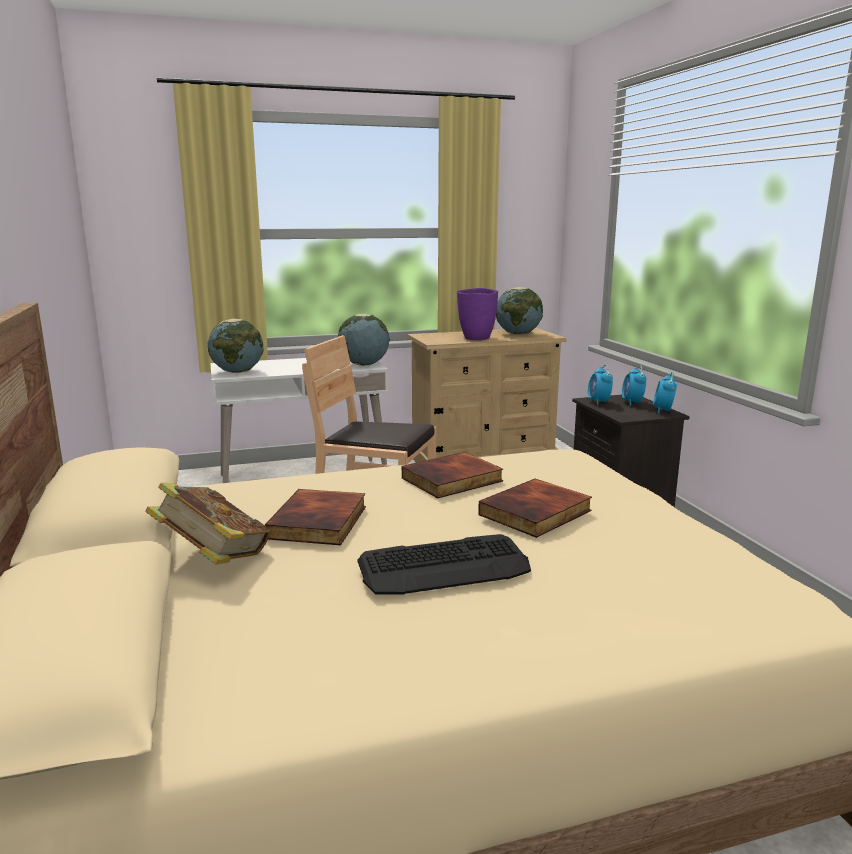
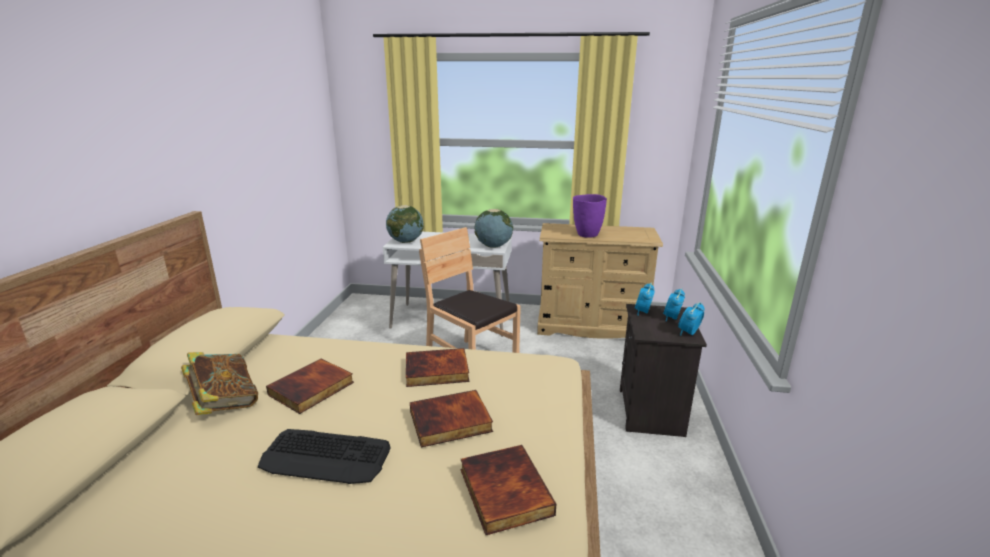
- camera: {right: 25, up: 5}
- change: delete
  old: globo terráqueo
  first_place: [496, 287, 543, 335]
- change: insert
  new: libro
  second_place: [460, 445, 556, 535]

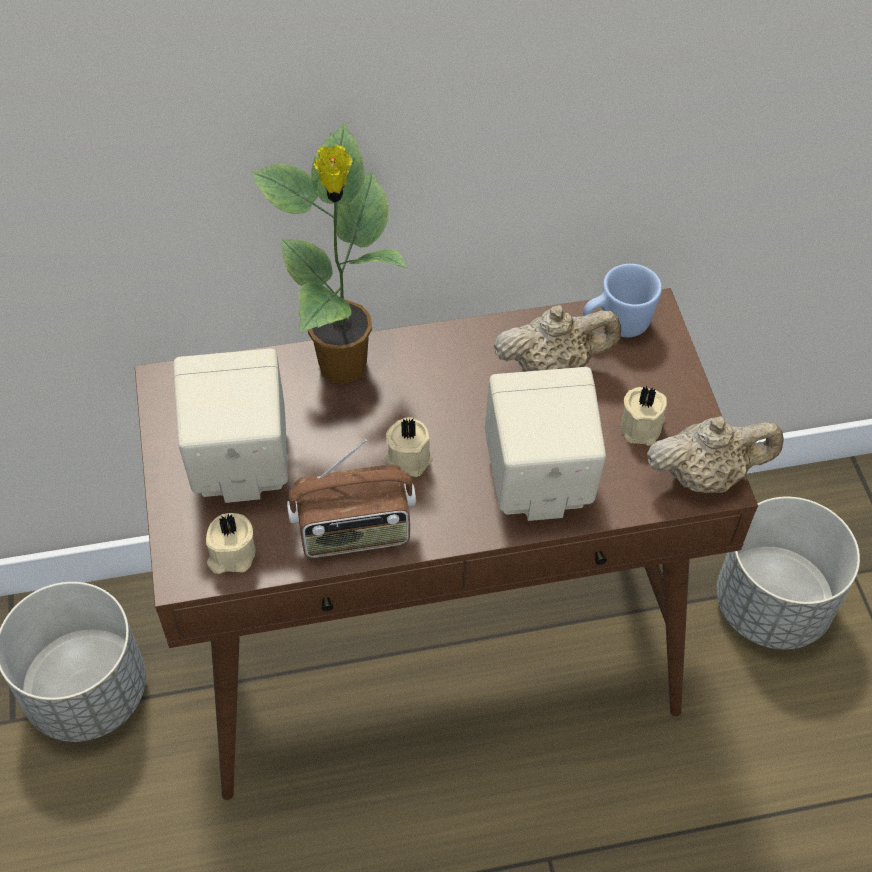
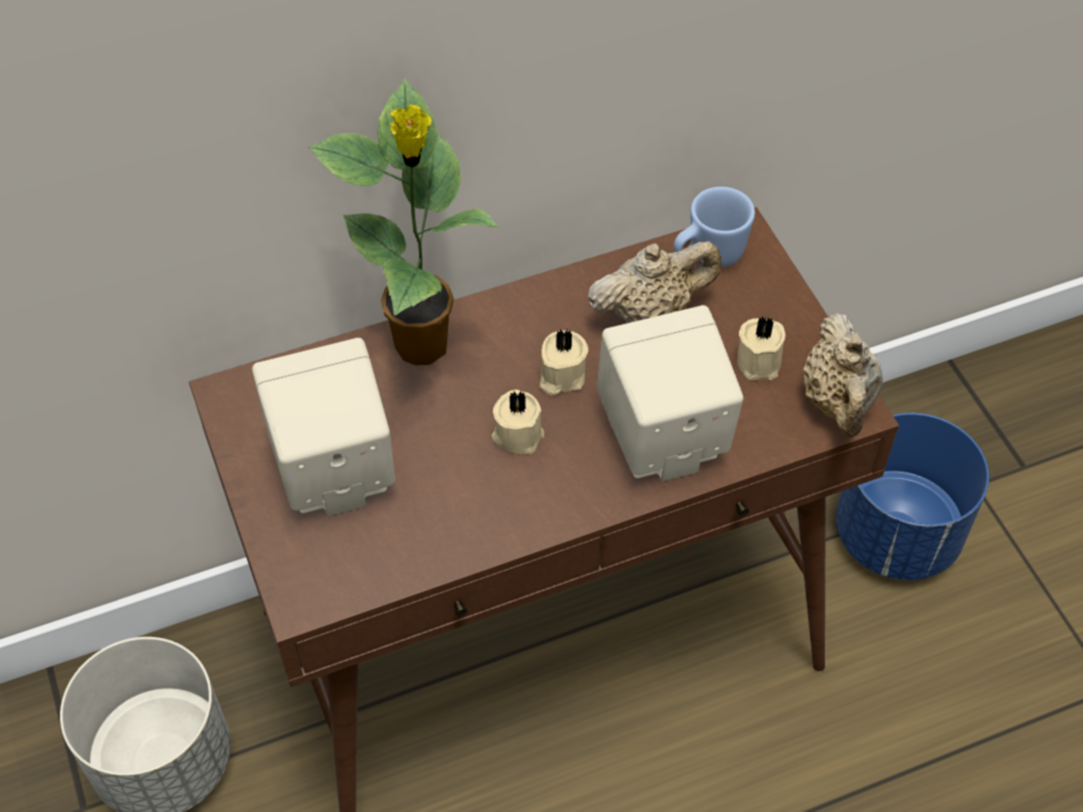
- camera: {right: -10, up: 0}
- change: delete
  old: radio
  first_place: [287, 439, 416, 558]
- change: move
  old: vela [beis]
  first_place: [206, 513, 255, 574]
  second_place: [540, 329, 588, 396]
- change: recolor
  old: maceta [gris]
  new: maceta [azul]
  first_place: [716, 497, 860, 650]
  second_place: [836, 413, 989, 580]
- change: rotate
  old: tetera [beis]
  first_place: [647, 416, 784, 493]
  second_place: [803, 313, 884, 438]
  degrees: 105

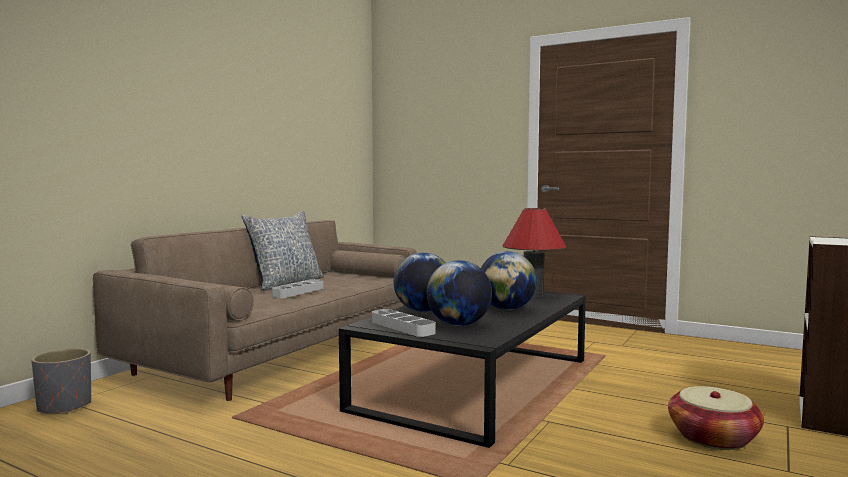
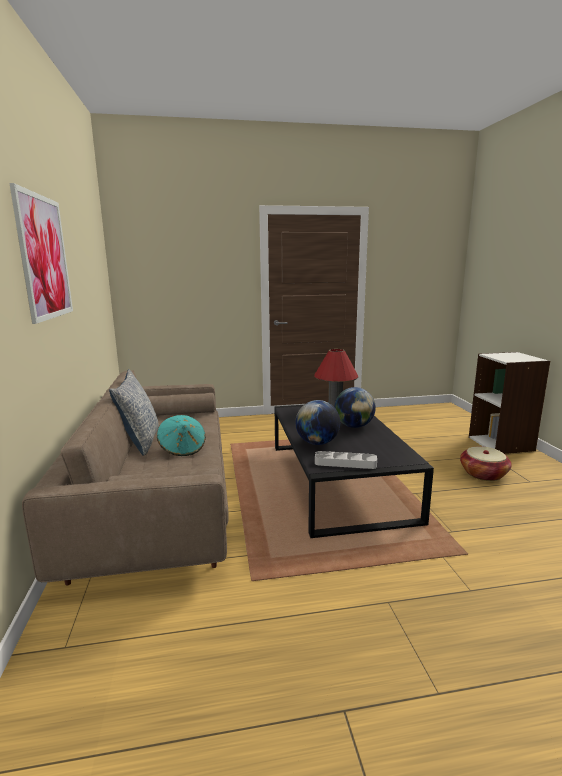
- camera: {right: -40, up: 10}
- change: delete
  old: maceta [gris]
  first_place: [31, 348, 91, 414]
- change: delete
  old: globo terráqueo
  first_place: [426, 260, 492, 326]
- change: insert
  new: cuadro
  second_place: [9, 183, 73, 324]
- change: replace
  old: bandeja [gris]
  new: sombrero [turquesa]
  first_place: [272, 279, 324, 298]
  second_place: [157, 415, 206, 456]

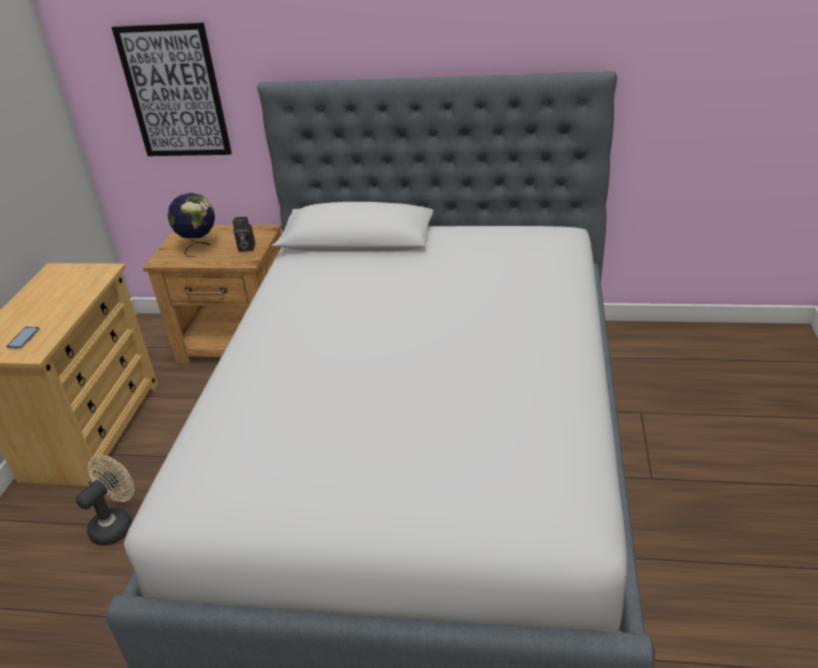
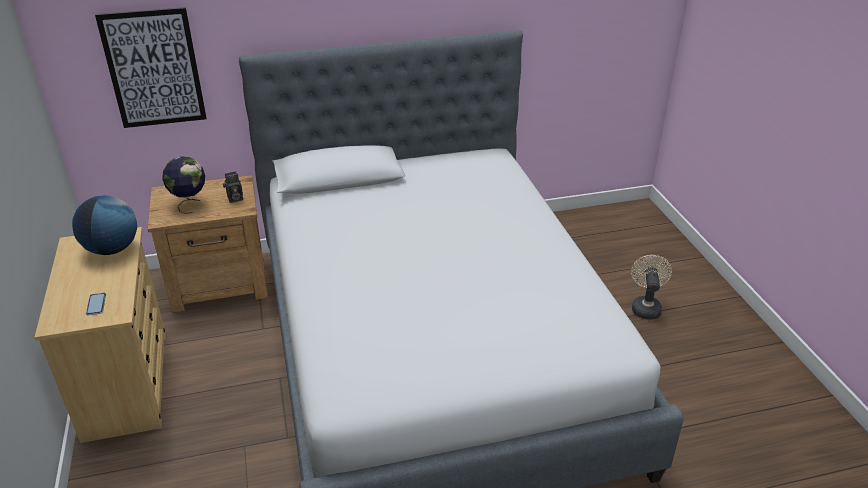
- camera: {right: -25, up: 0}
- change: insert
  new: globo terráqueo
  second_place: [72, 195, 137, 255]
- change: move
  old: ventilador [beis]
  first_place: [76, 455, 135, 546]
  second_place: [631, 255, 672, 319]

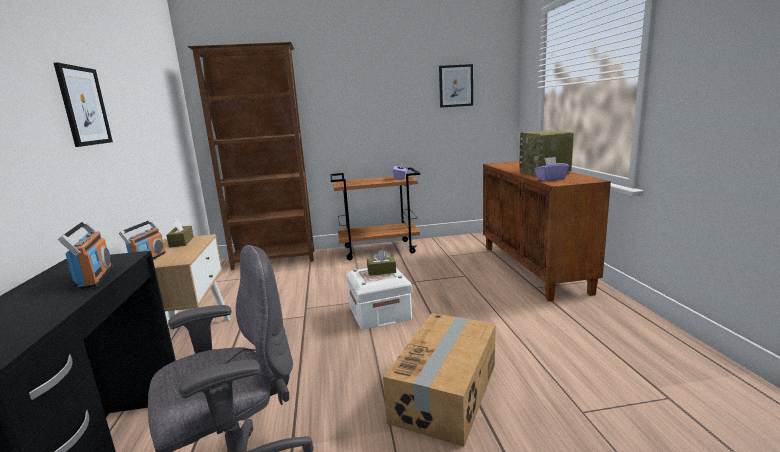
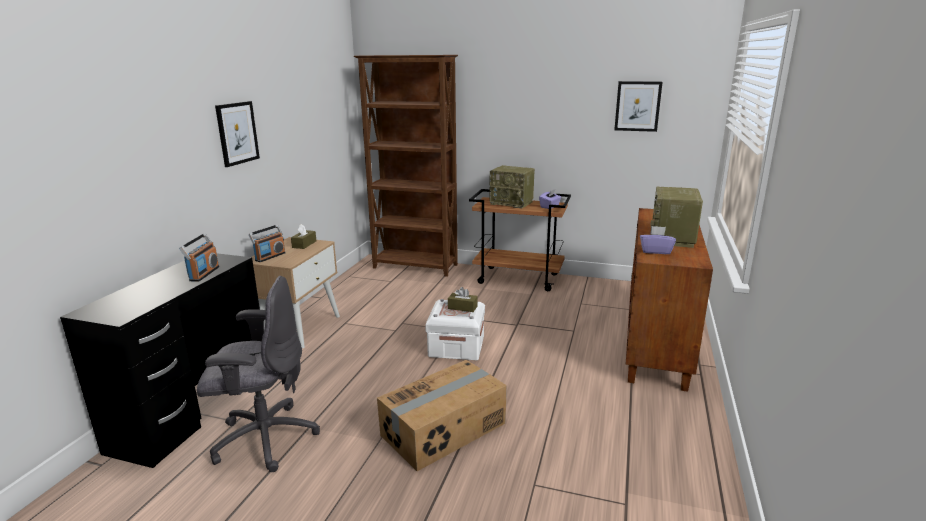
- camera: {right: 25, up: 5}
- change: insert
  new: radio
  second_place: [489, 165, 535, 209]

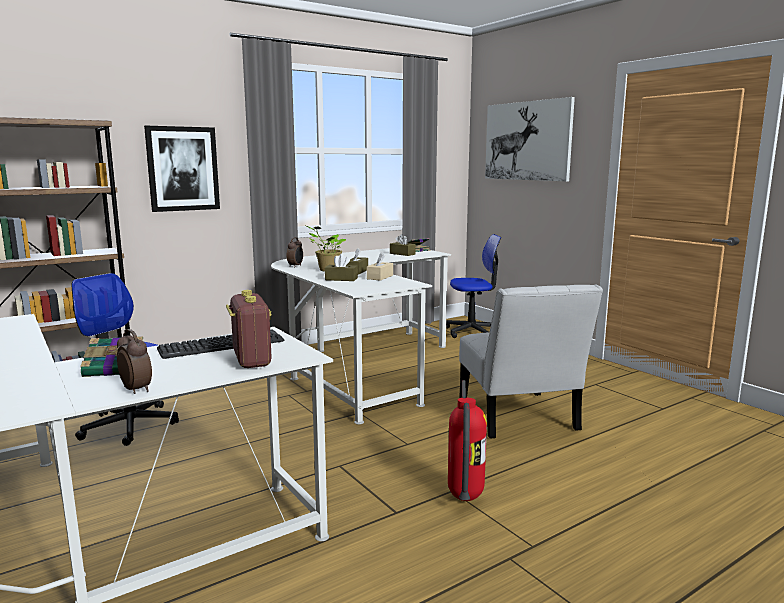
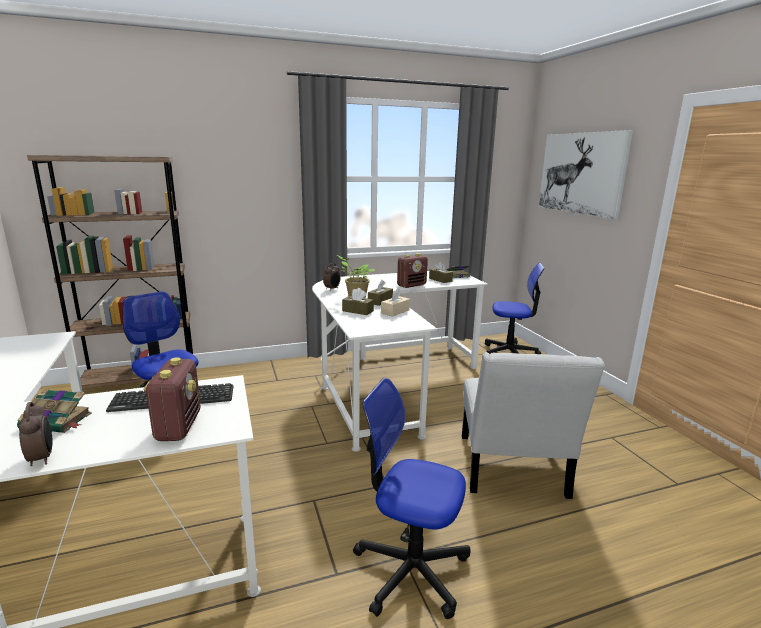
- camera: {right: 15, up: 5}
- change: delete
  old: cuadro
  first_place: [144, 126, 220, 212]
- change: insert
  new: radio
  second_place: [397, 253, 428, 288]
- change: replace
  old: extintor
  new: silla de oficina
  first_place: [448, 380, 487, 501]
  second_place: [353, 378, 471, 619]

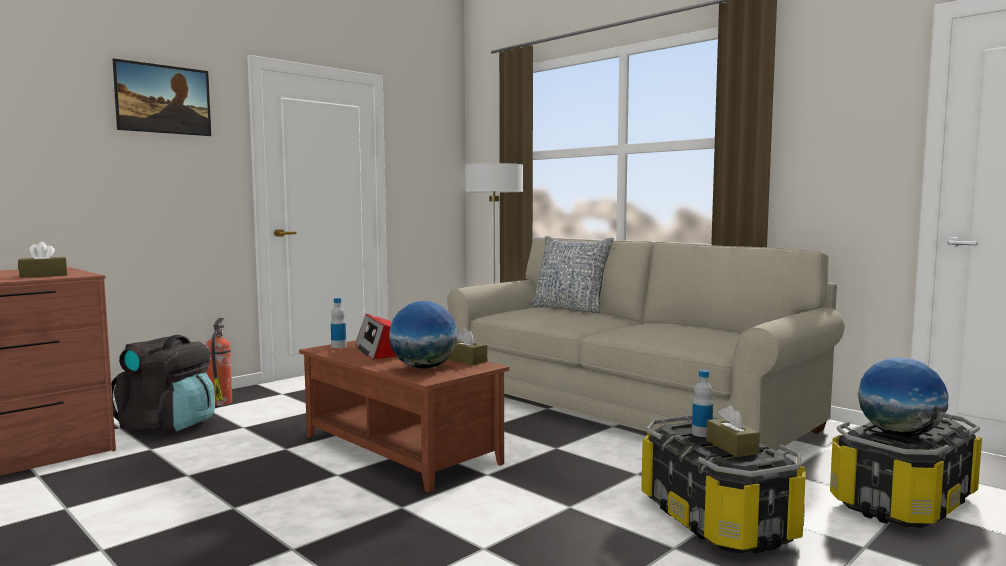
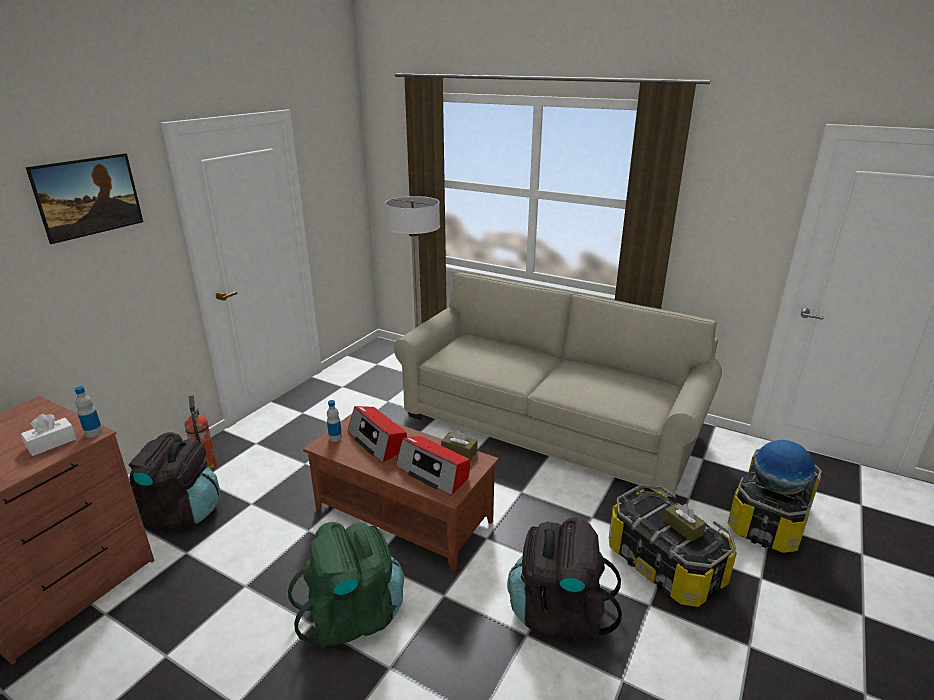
- camera: {right: -15, up: 20}
- change: delete
  old: cojín
  first_place: [530, 236, 614, 313]
- change: insert
  new: mochila [verde]
  second_place: [288, 522, 404, 648]
- change: insert
  new: mochila [negro]
  second_place: [507, 518, 622, 641]
- change: move
  old: botella
  first_place: [692, 370, 713, 437]
  second_place: [75, 386, 103, 438]
- change: replace
  old: globo terráqueo
  new: radio
  first_place: [390, 301, 457, 369]
  second_place: [396, 436, 470, 496]
- change: recolor
  old: caja de pañuelos [marrón]
  new: caja de pañuelos [blanco]
  first_place: [18, 242, 67, 278]
  second_place: [21, 414, 77, 456]

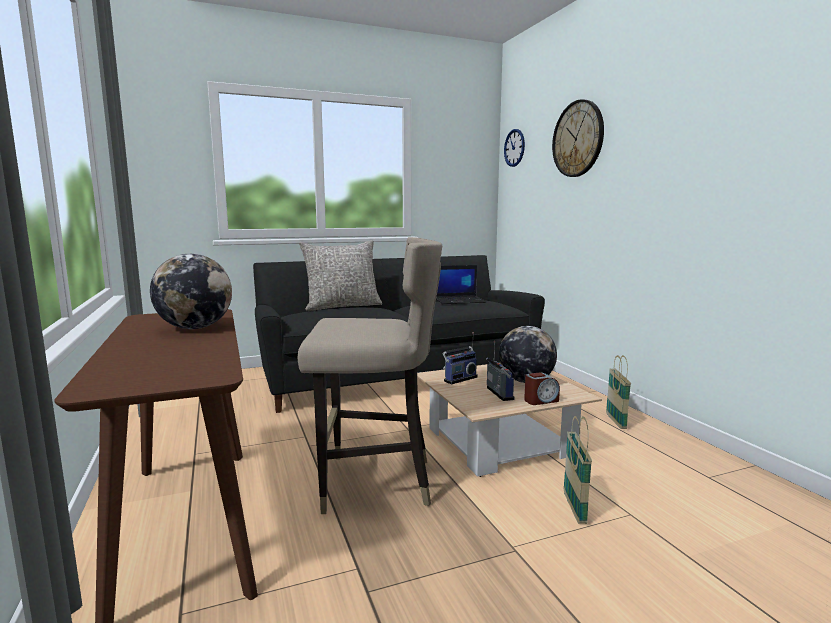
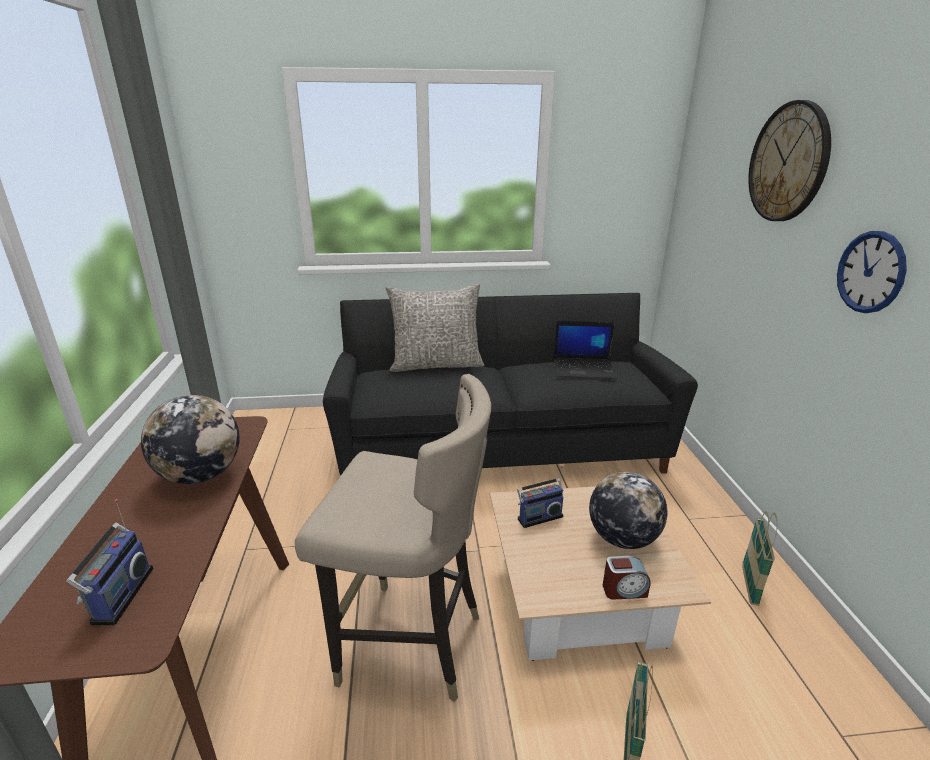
- camera: {right: 15, up: 15}
- change: move
  old: radio
  first_place: [486, 341, 515, 401]
  second_place: [66, 499, 153, 625]
- change: move
  old: reloj de pared
  first_place: [504, 129, 525, 167]
  second_place: [837, 231, 907, 313]

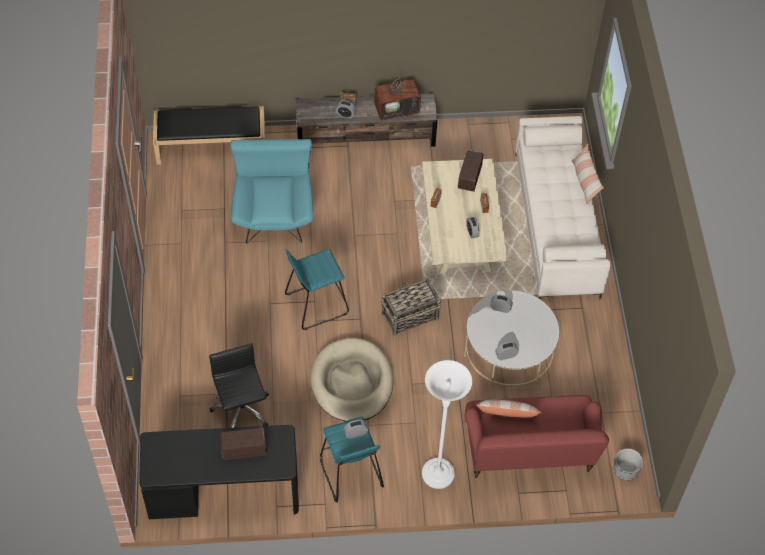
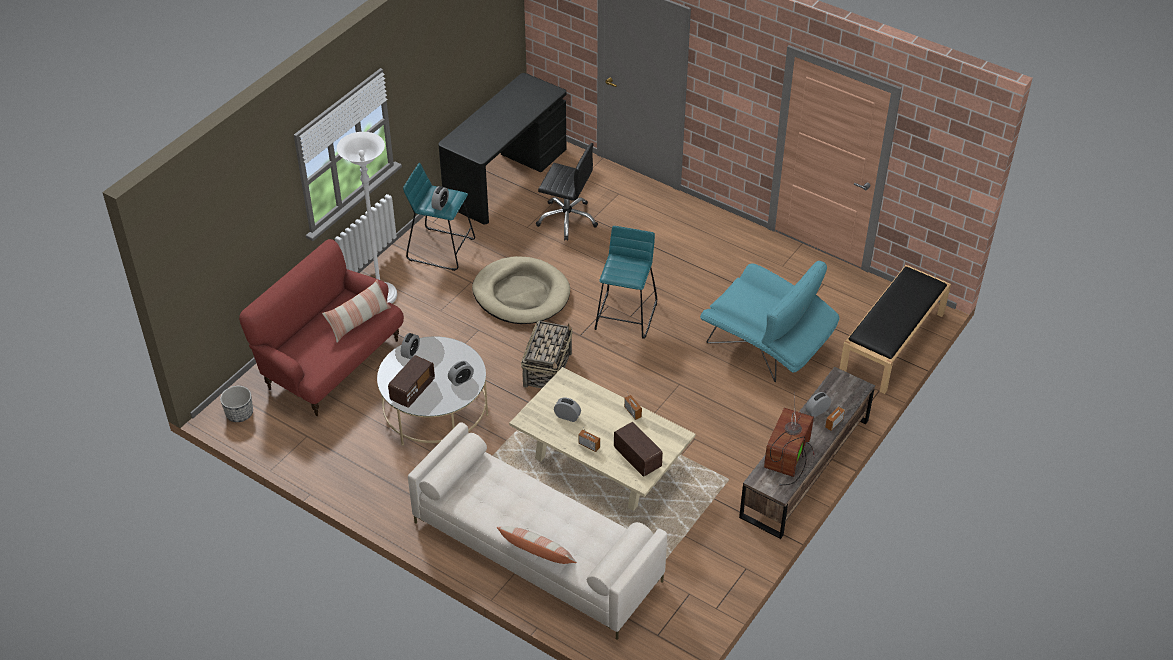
- camera: {right: 130, up: -10}
- change: move
  old: radio
  first_place: [220, 428, 267, 460]
  second_place: [388, 355, 435, 408]

